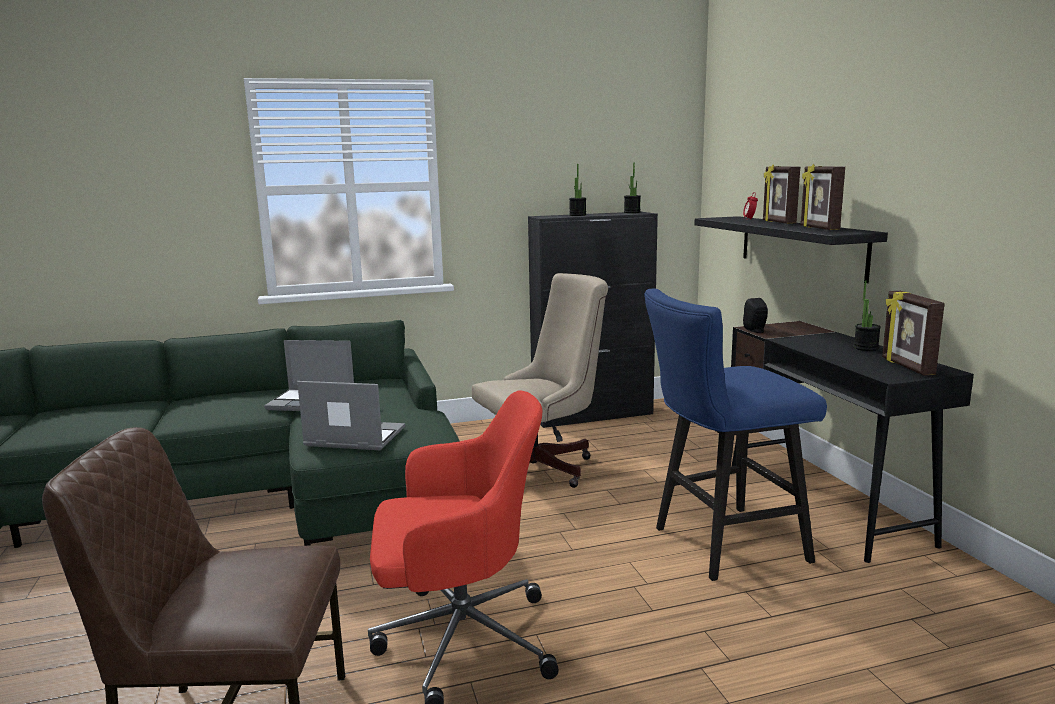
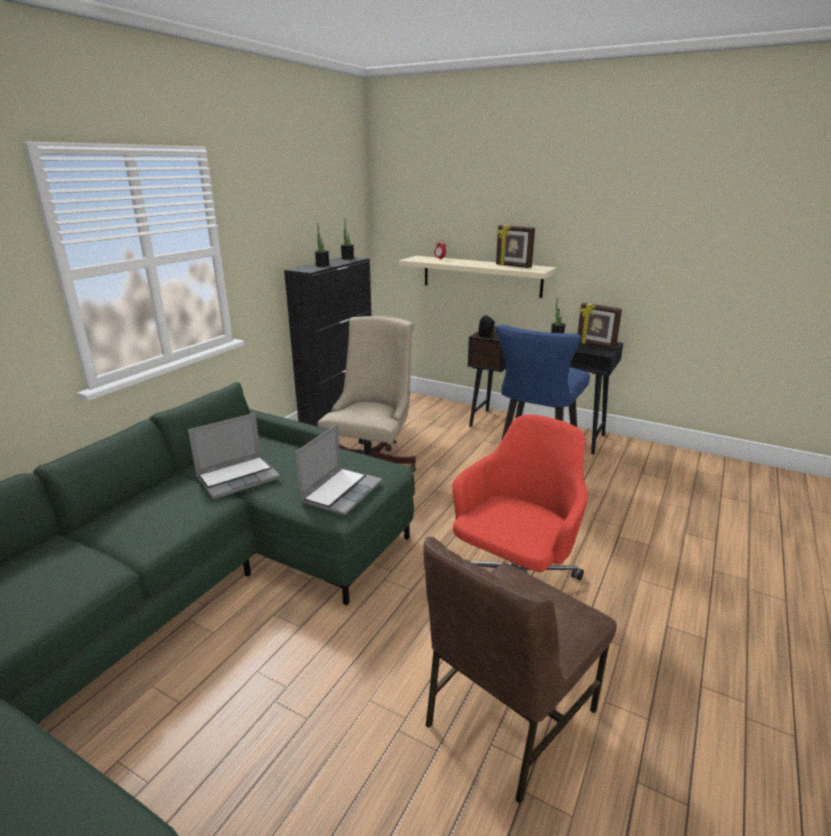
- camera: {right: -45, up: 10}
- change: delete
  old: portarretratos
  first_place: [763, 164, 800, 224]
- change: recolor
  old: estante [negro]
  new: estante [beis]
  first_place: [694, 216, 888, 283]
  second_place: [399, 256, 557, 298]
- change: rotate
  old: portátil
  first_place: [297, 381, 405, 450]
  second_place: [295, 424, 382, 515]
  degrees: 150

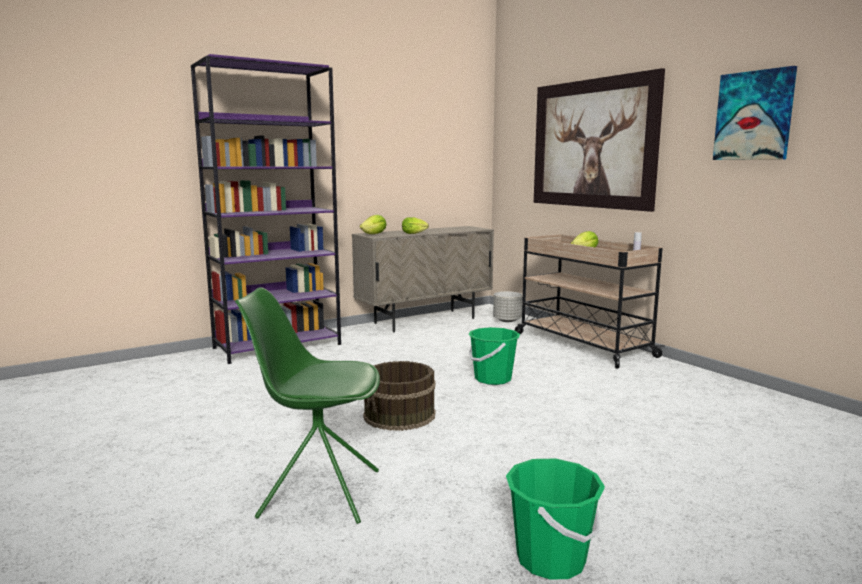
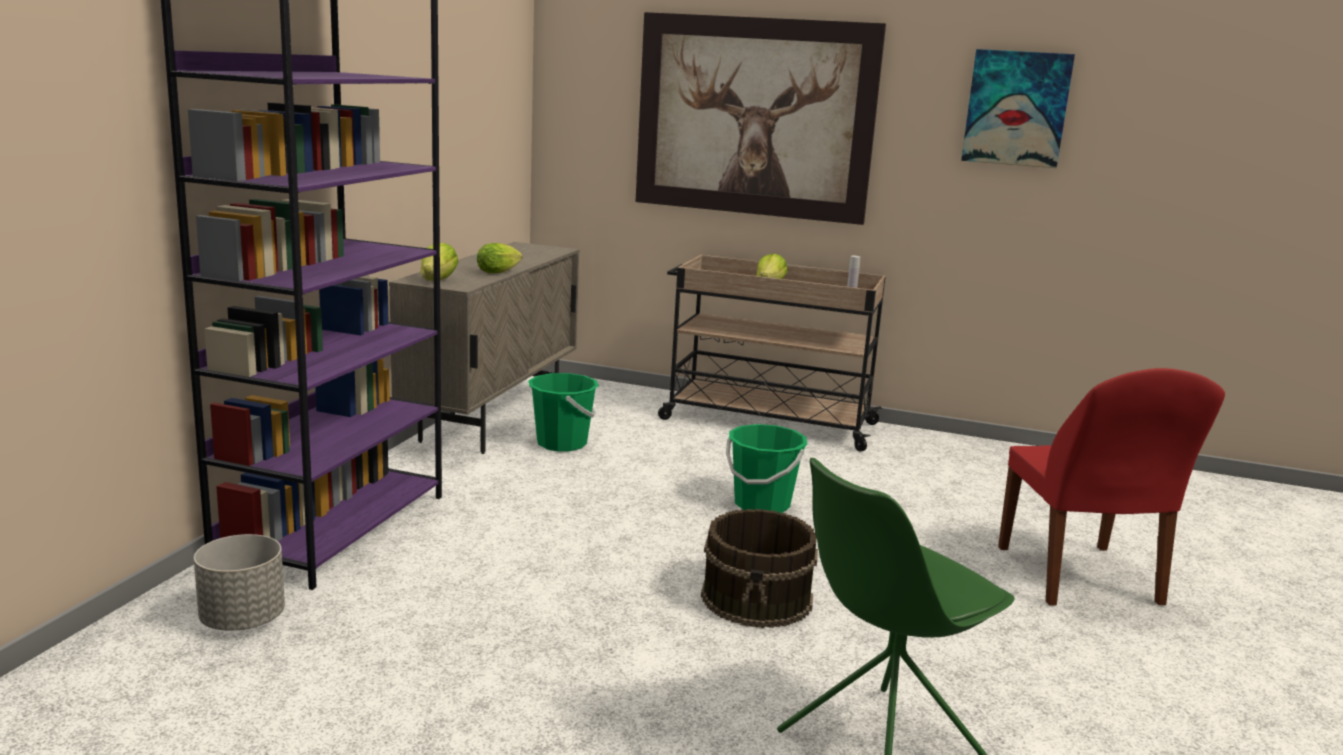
- camera: {right: -40, up: 5}
- change: insert
  new: silla [rojo]
  second_place: [998, 368, 1225, 606]
- change: move
  old: maceta [gris]
  first_place: [493, 291, 523, 322]
  second_place: [194, 534, 285, 631]
- change: move
  old: cubo [verde]
  first_place: [506, 459, 605, 580]
  second_place: [529, 373, 599, 452]

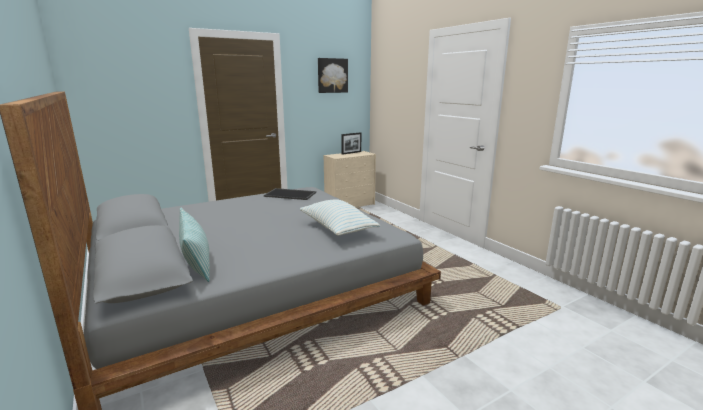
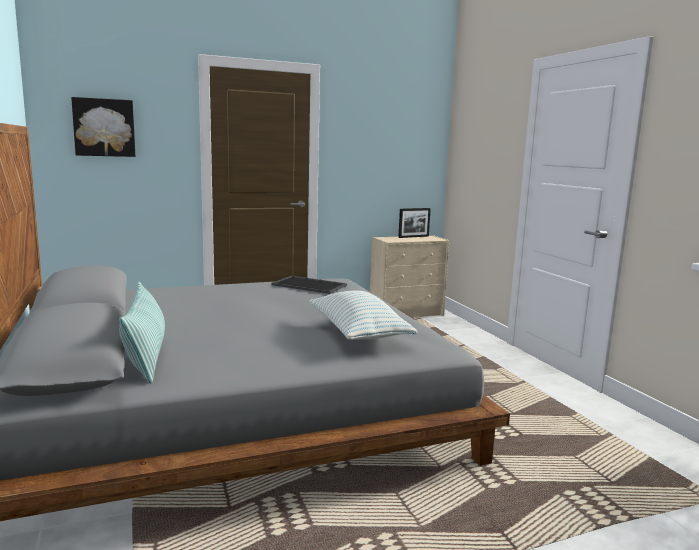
- camera: {right: 10, up: -5}
- change: move
  old: cuadro
  first_place: [318, 58, 348, 93]
  second_place: [71, 97, 135, 157]

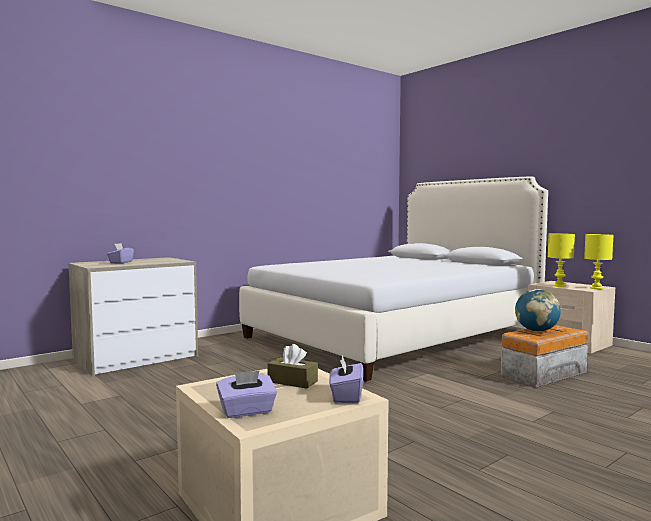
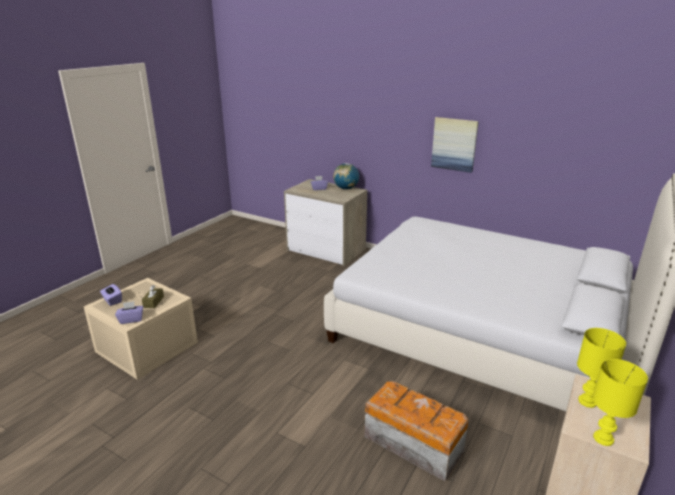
- camera: {right: 70, up: 20}
- change: insert
  new: cuadro
  second_place: [431, 117, 479, 173]
- change: move
  old: globo terráqueo
  first_place: [515, 289, 561, 332]
  second_place: [333, 163, 359, 190]

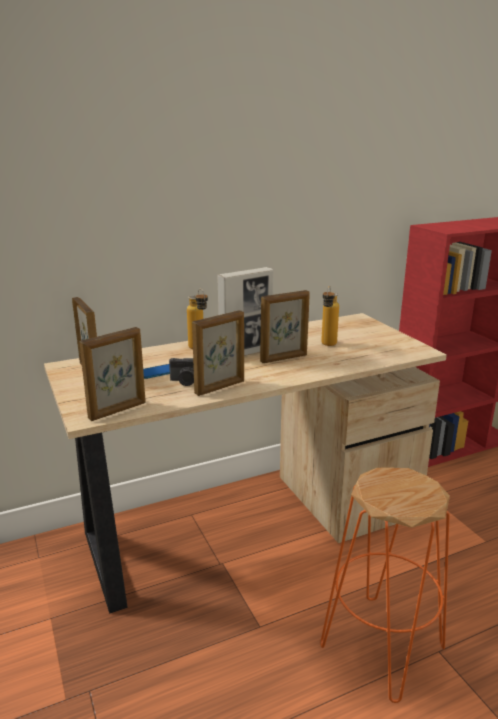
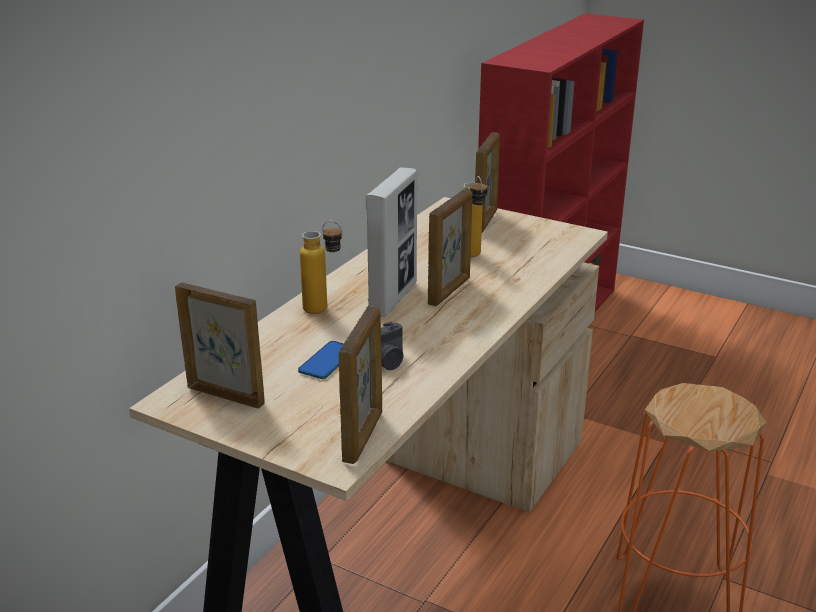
- camera: {right: -35, up: 5}
- change: move
  old: portarretratos
  first_place: [192, 310, 244, 396]
  second_place: [475, 133, 500, 232]

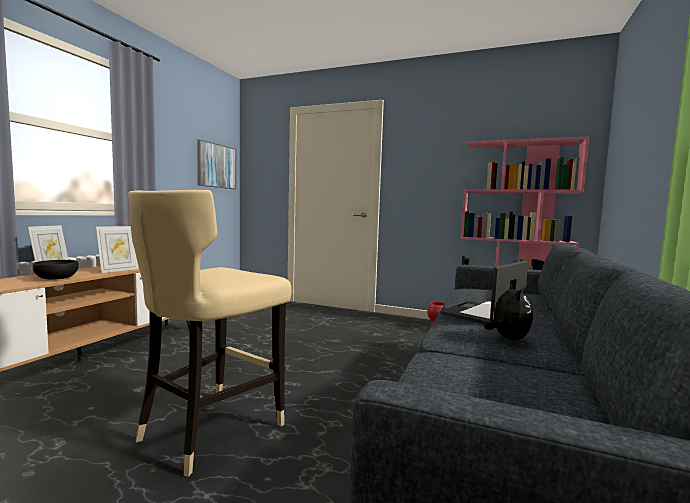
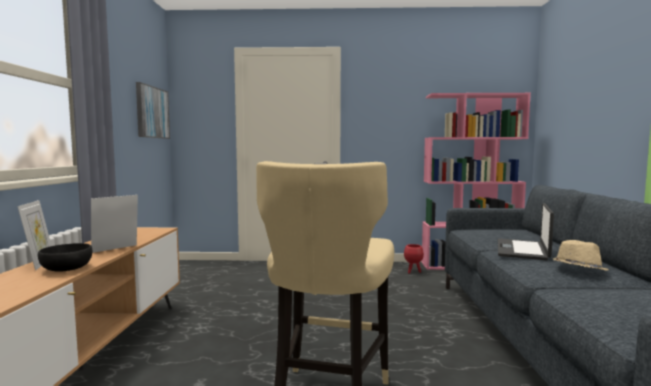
- camera: {right: -20, up: 0}
- change: replace
  old: peluche
  new: sombrero [beis]
  first_place: [484, 284, 533, 340]
  second_place: [553, 240, 608, 270]
- change: rotate
  old: portarretratos
  first_place: [96, 226, 139, 273]
  second_place: [91, 195, 138, 253]
  degrees: -150

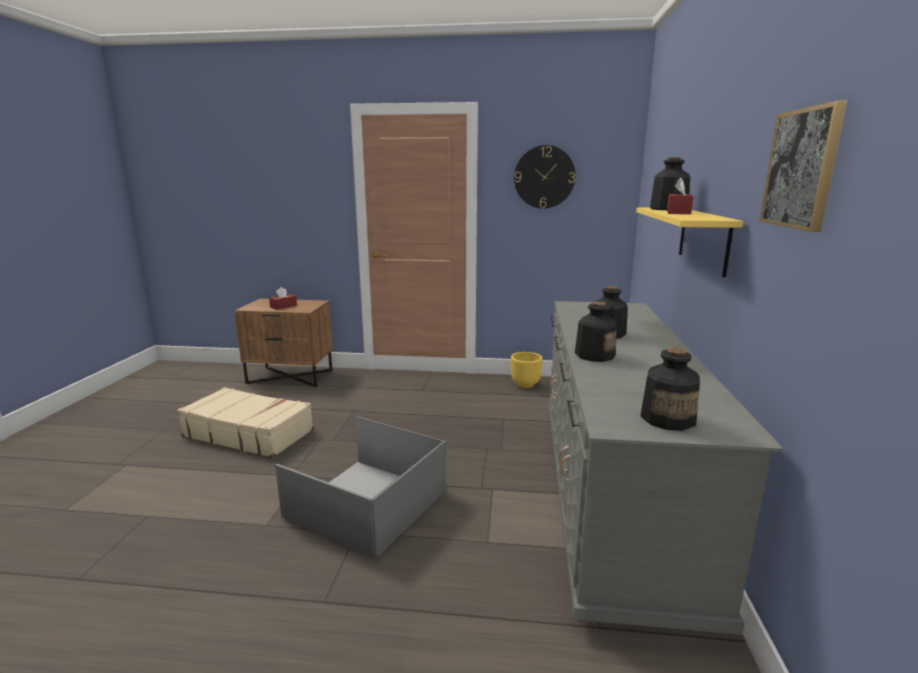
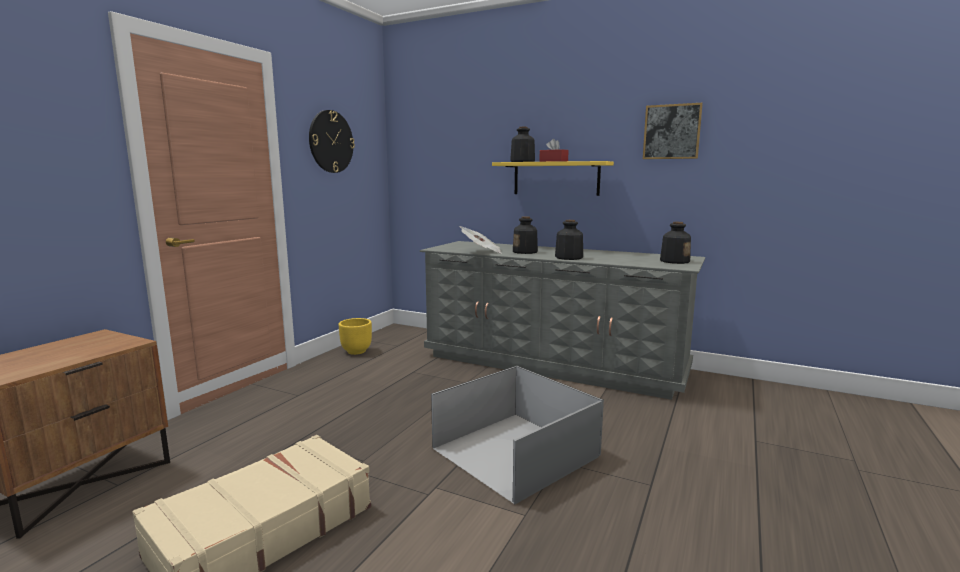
- camera: {right: -70, up: -5}
- change: delete
  old: caja de pañuelos [rojo]
  first_place: [269, 287, 297, 310]
- change: insert
  new: periódico
  second_place: [459, 226, 502, 254]

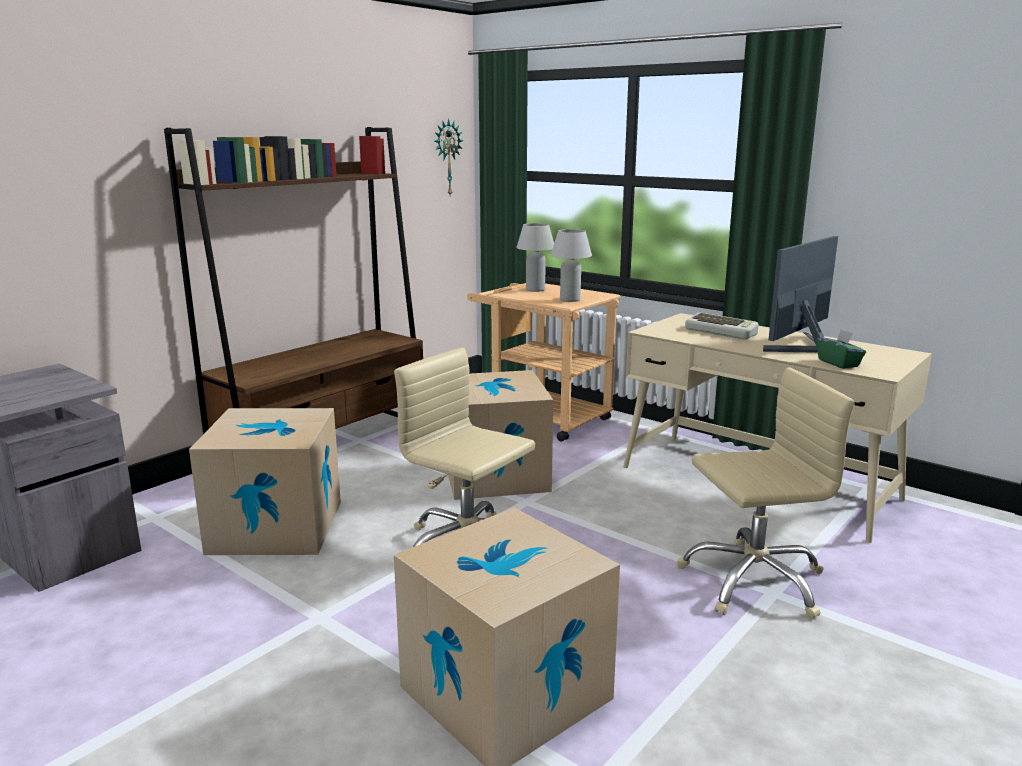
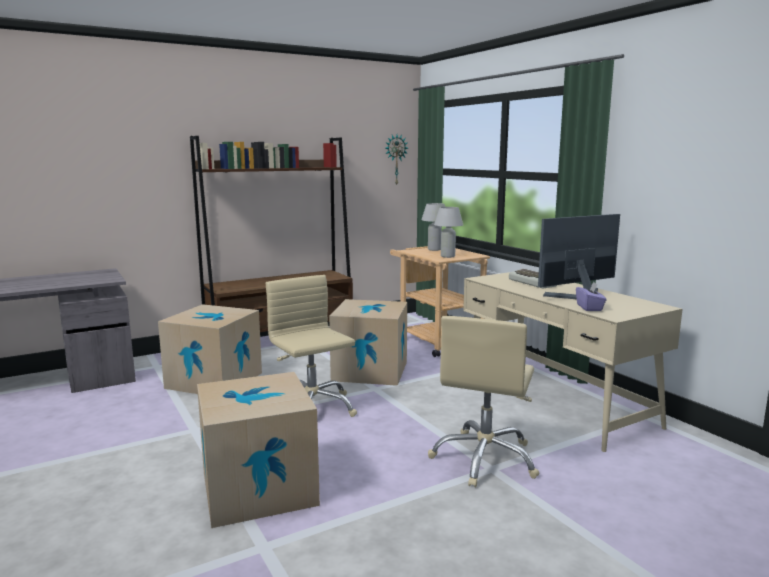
- camera: {right: 20, up: -5}
- change: recolor
  old: caja de pañuelos [verde]
  new: caja de pañuelos [morado]
  first_place: [817, 329, 866, 369]
  second_place: [576, 282, 607, 311]
- change: rotate
  old: silla de oficina [beis]
  first_place: [677, 367, 855, 619]
  second_place: [428, 316, 539, 487]
  degrees: 105

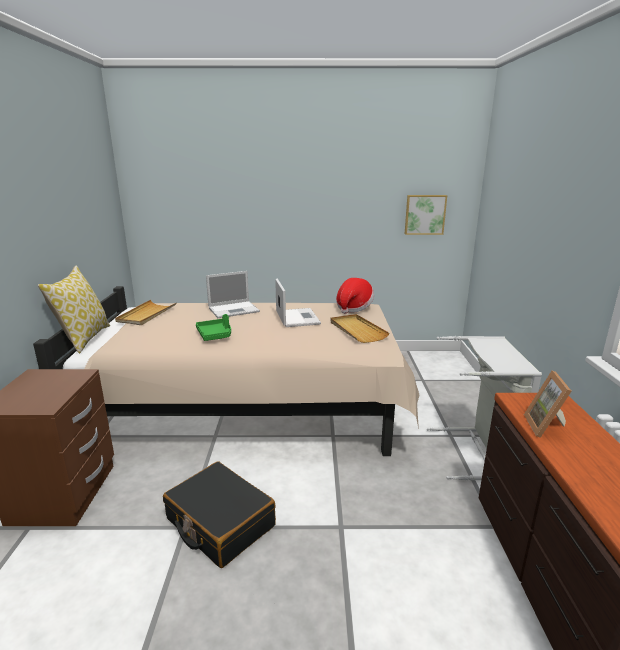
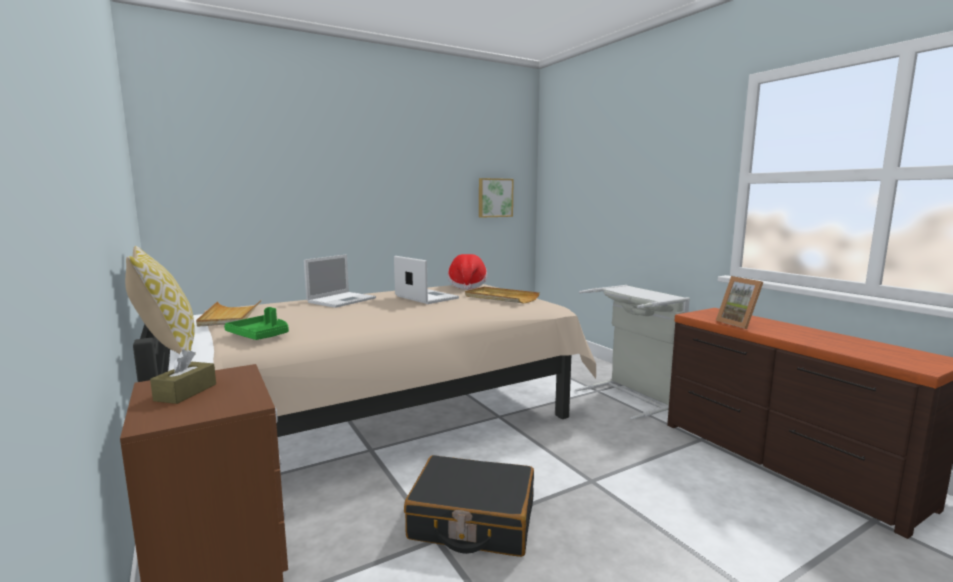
- camera: {right: -30, up: -10}
- change: insert
  new: caja de pañuelos [marrón]
  second_place: [150, 349, 216, 404]
- change: move
  old: bandeja [verde]
  first_place: [196, 314, 231, 341]
  second_place: [224, 307, 289, 340]

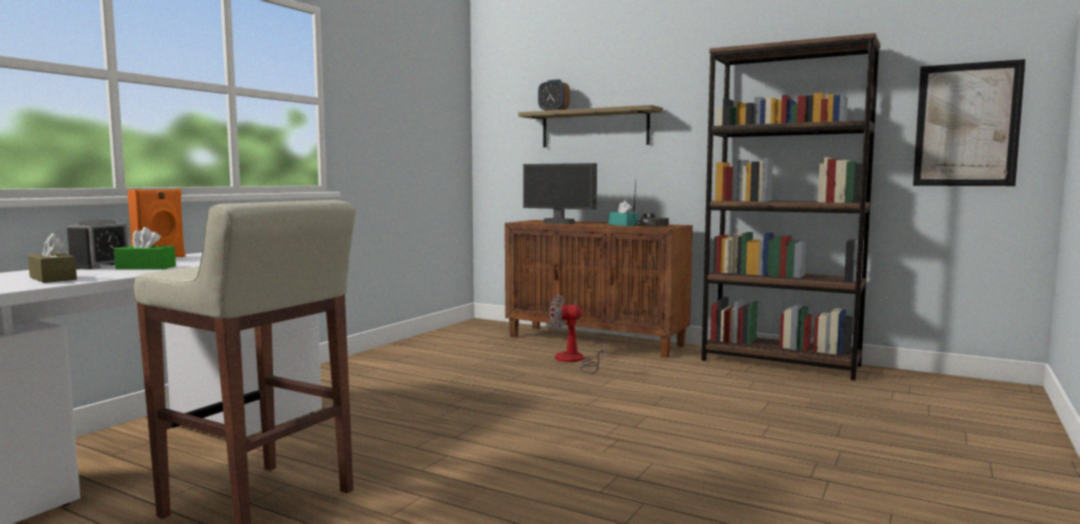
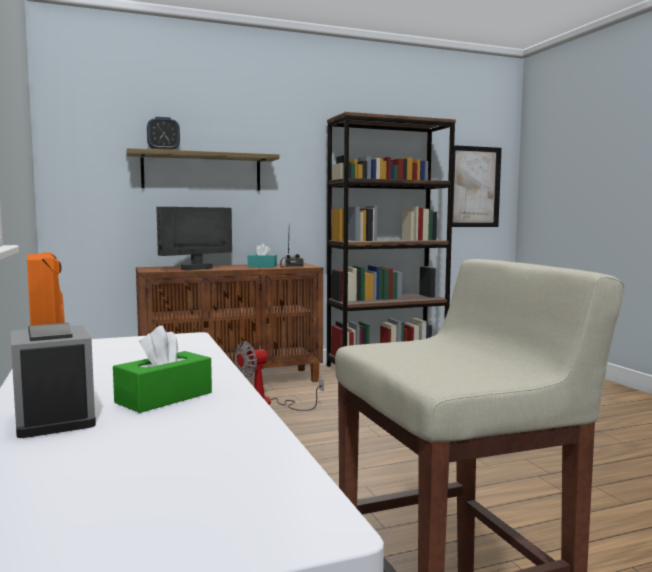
- camera: {right: -50, up: 0}
- change: delete
  old: caja de pañuelos [marrón]
  first_place: [28, 233, 77, 283]
- change: rotate
  old: monitor
  first_place: [523, 163, 597, 224]
  second_place: [156, 207, 232, 270]
  degrees: 150

